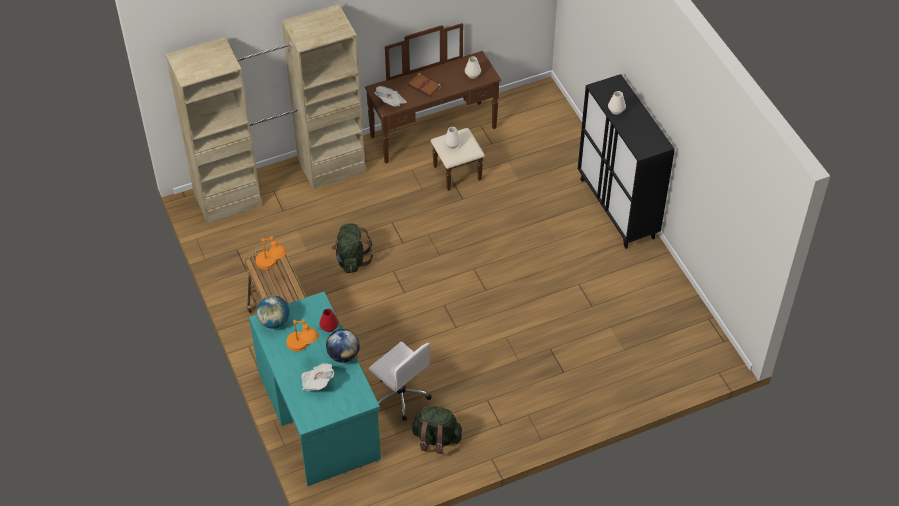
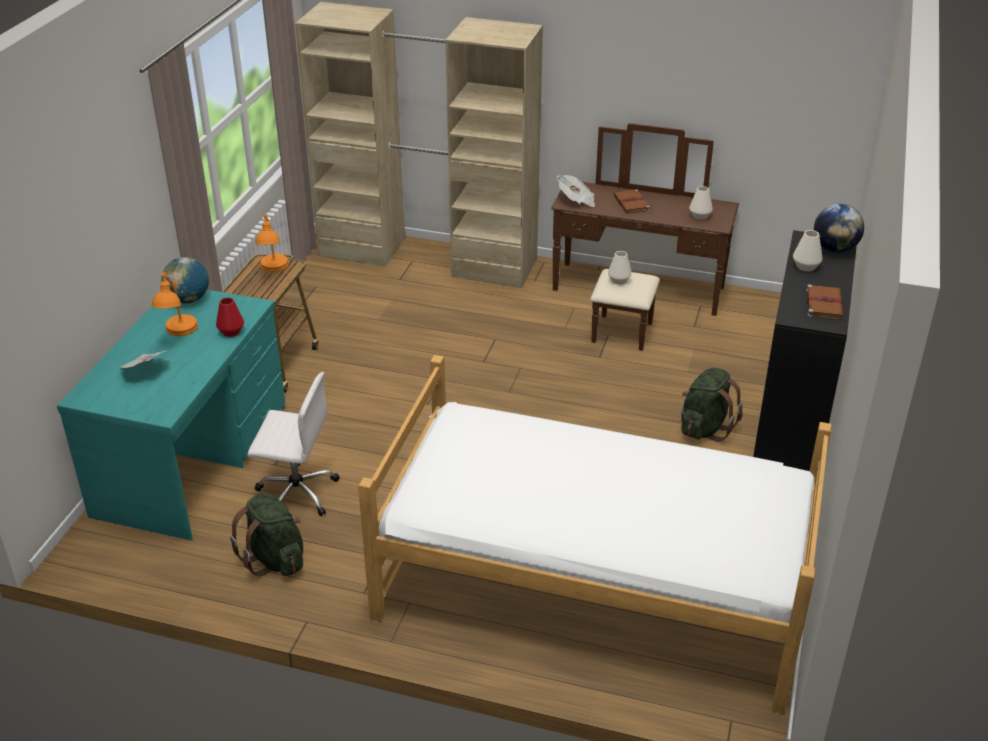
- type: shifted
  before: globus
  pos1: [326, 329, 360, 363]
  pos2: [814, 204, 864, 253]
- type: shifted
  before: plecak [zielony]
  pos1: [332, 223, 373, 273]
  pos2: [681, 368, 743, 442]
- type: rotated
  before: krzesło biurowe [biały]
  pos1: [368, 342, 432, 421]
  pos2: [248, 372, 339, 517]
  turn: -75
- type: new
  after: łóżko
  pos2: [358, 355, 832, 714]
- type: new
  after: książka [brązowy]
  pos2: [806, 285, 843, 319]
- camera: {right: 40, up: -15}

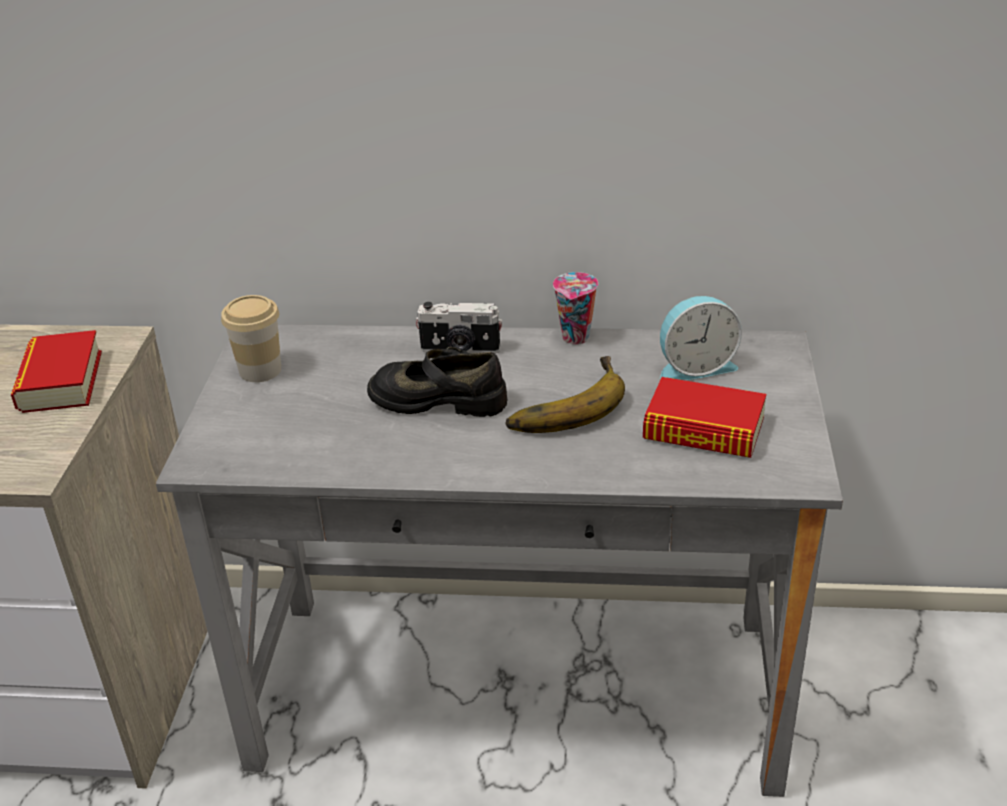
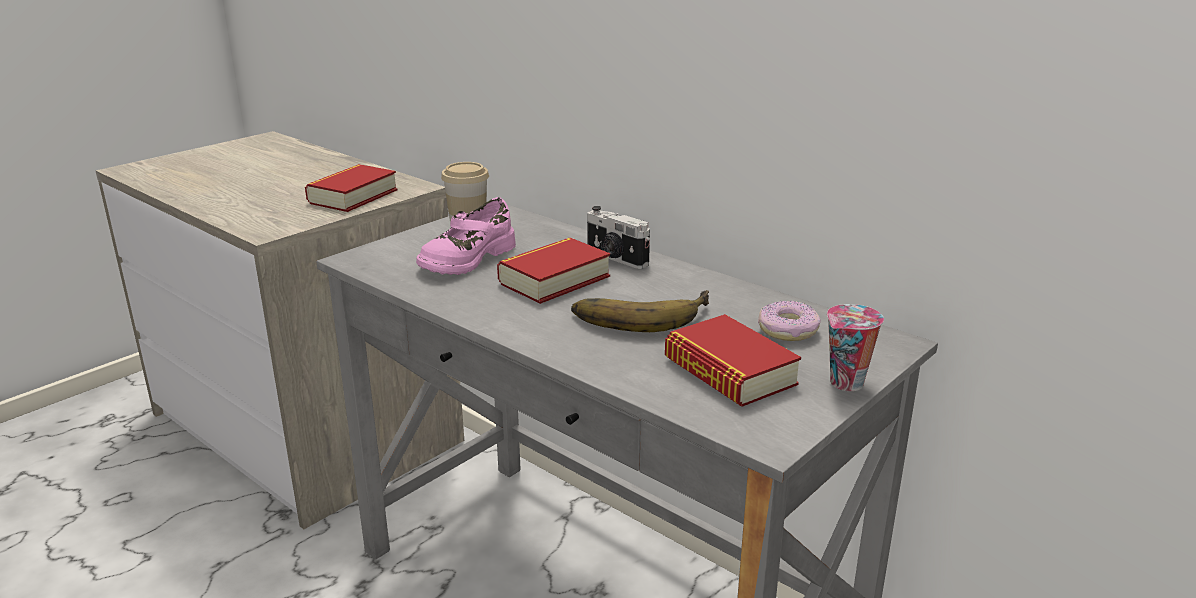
- type: swapped
  before: but [czarny]
  after: książka
  pos1: [367, 347, 507, 417]
  pos2: [497, 238, 610, 304]
- type: shifted
  before: filiżanka
  pos1: [553, 272, 598, 345]
  pos2: [827, 304, 884, 391]
- type: swapped
  before: budzik
  after: donut
  pos1: [660, 296, 742, 380]
  pos2: [758, 301, 821, 341]
- type: new
  after: but [różowy]
  pos2: [416, 197, 516, 275]
- camera: {right: 35, up: -10}

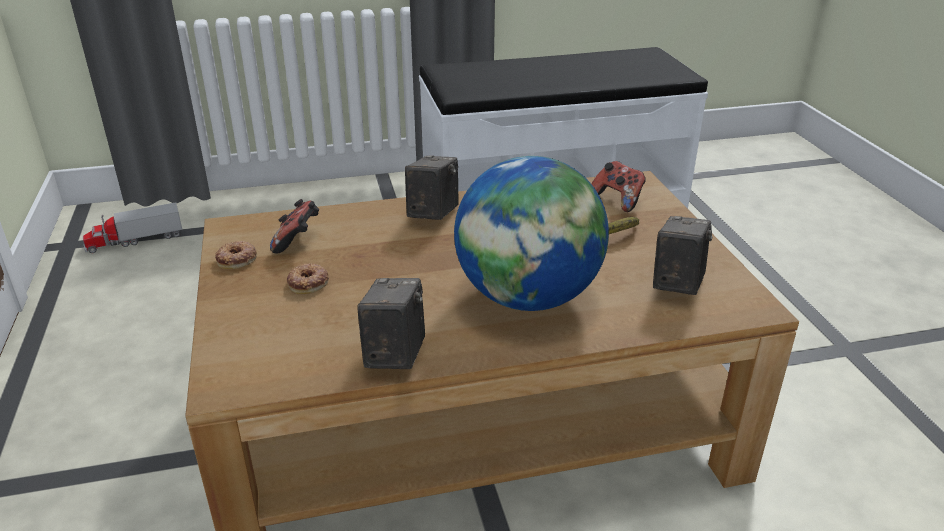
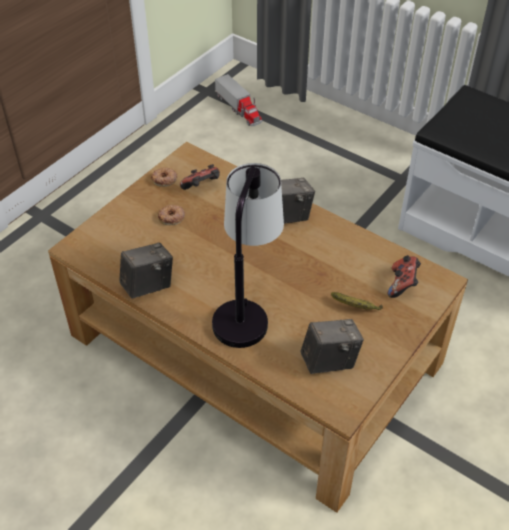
- type: rotated
  before: ciężarówka zabawkowa
  pos1: [83, 202, 182, 253]
  pos2: [215, 74, 262, 126]
  turn: -150
- type: swapped
  before: globus
  after: lampa stołowa
  pos1: [454, 156, 609, 311]
  pos2: [212, 163, 284, 348]
- camera: {right: 50, up: 15}

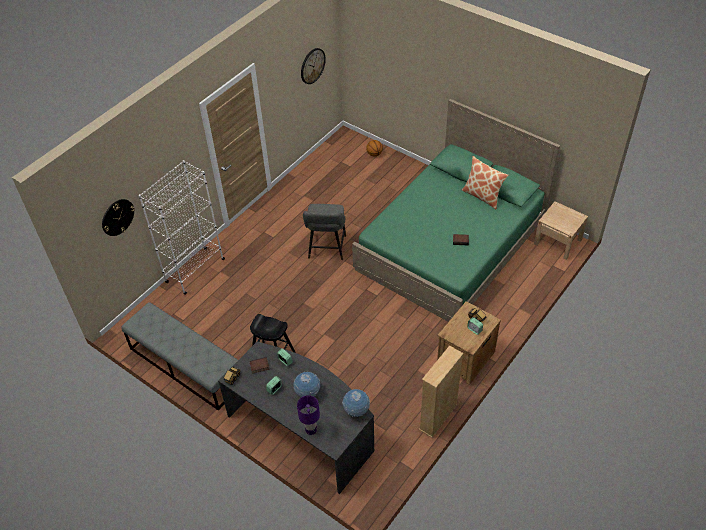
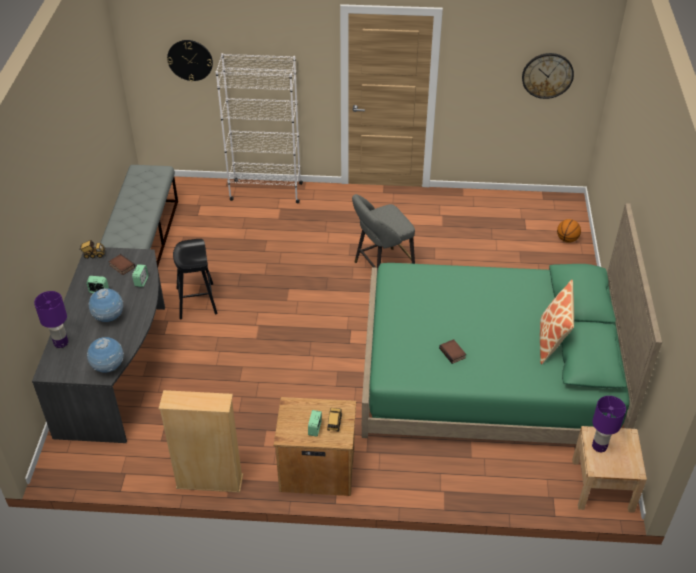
- type: new
  after: lampa stołowa [fioletowy]
  pos2: [592, 396, 626, 452]
- camera: {right: 55, up: -5}

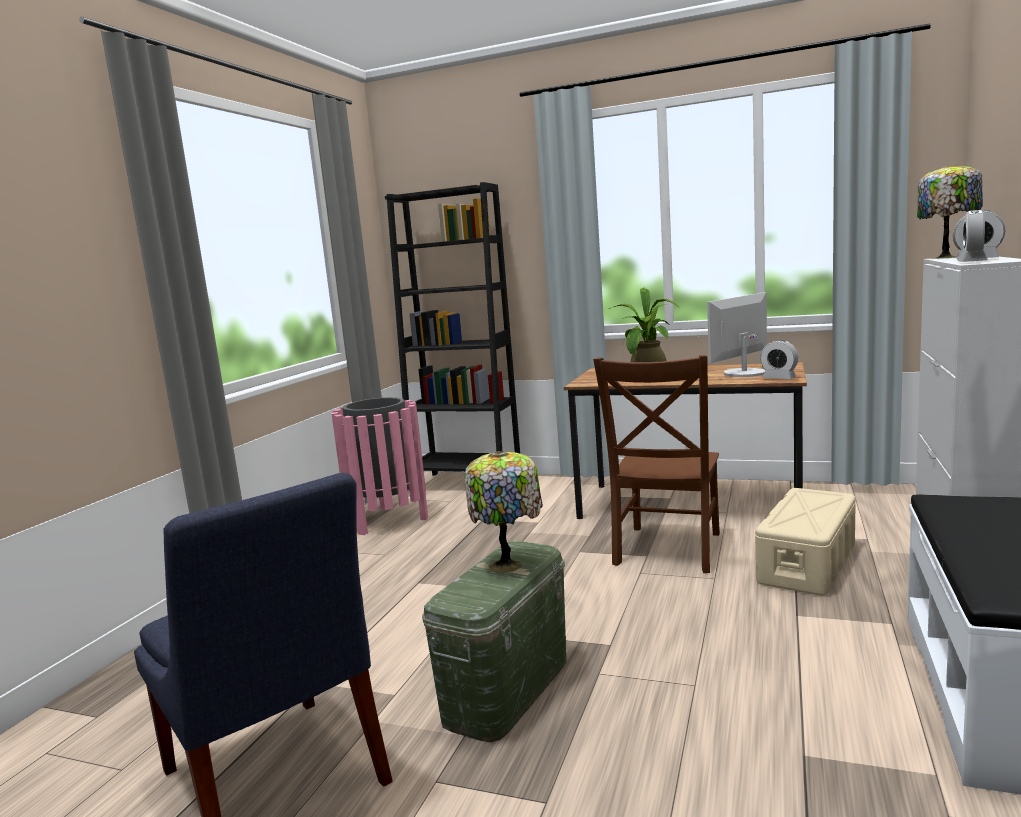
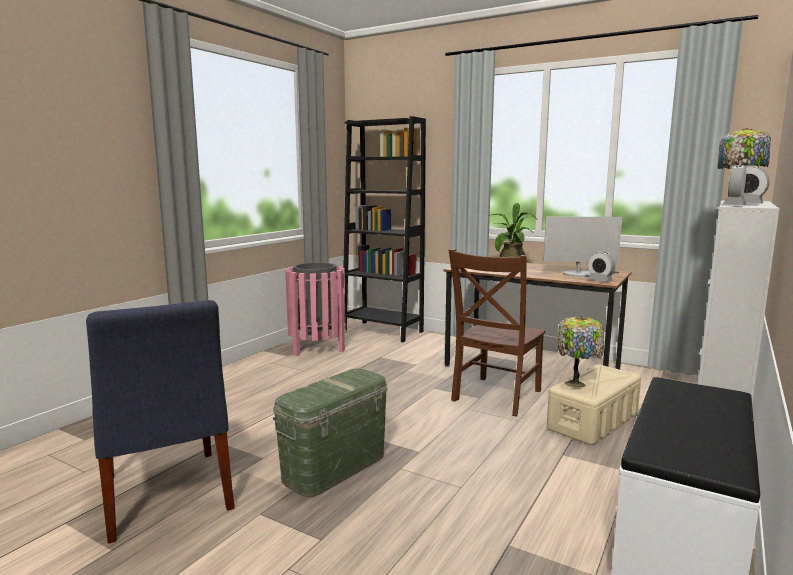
- type: shifted
  before: lampa stołowa
  pos1: [464, 451, 543, 573]
  pos2: [558, 316, 604, 388]
- type: rotated
  before: monitor
  pos1: [707, 292, 767, 377]
  pos2: [543, 217, 622, 277]
  turn: -150
- camera: {right: 10, up: 0}

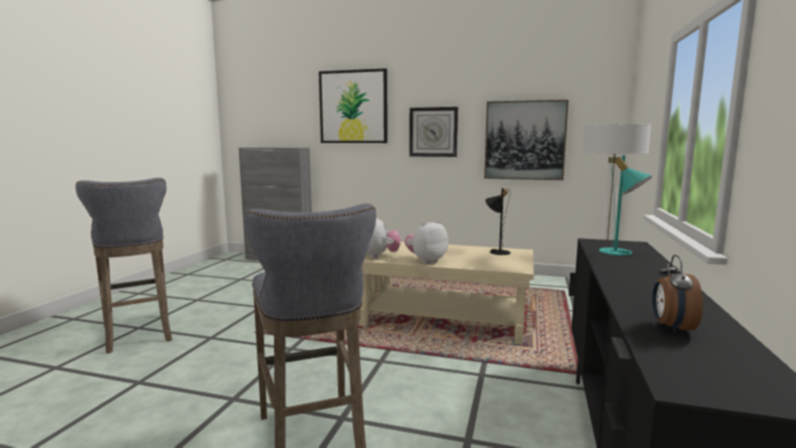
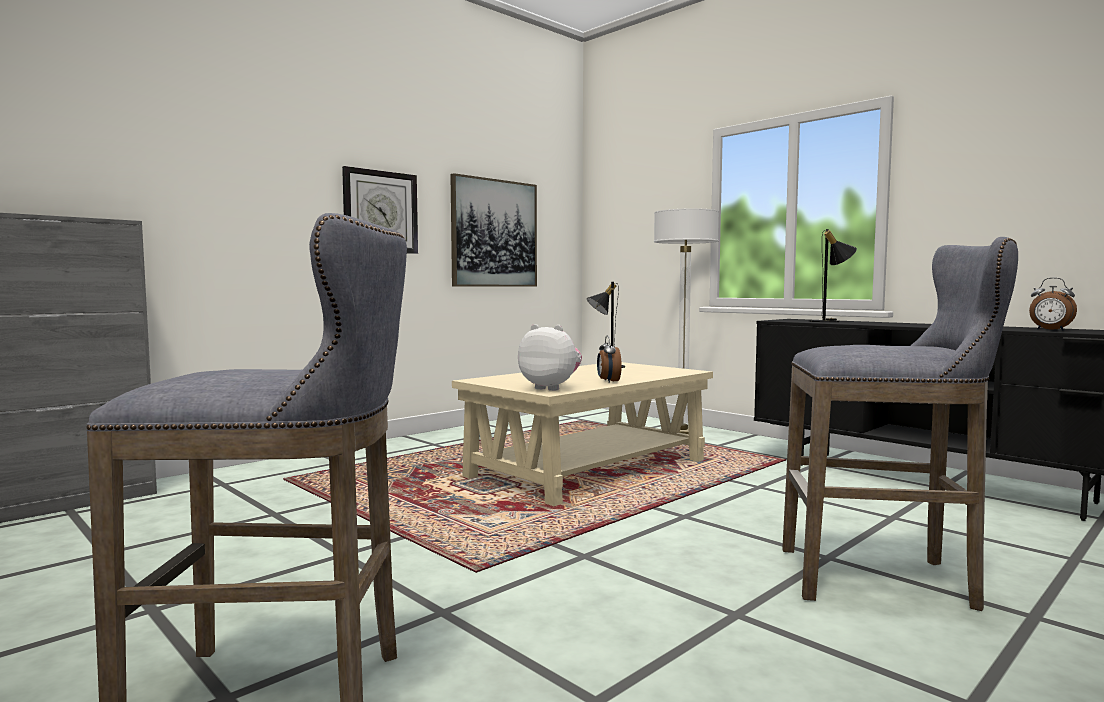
- type: gone
  before: obraz
  pos1: [319, 68, 388, 143]
- type: swapped
  before: pluszak
  after: budzik
  pos1: [405, 220, 448, 264]
  pos2: [597, 335, 622, 383]
- type: repainted
  before: lampa stołowa [turkusowy]
  after: lampa stołowa [czarny]
  pos1: [599, 155, 652, 256]
  pos2: [809, 229, 857, 322]
- camera: {right: -60, up: -5}

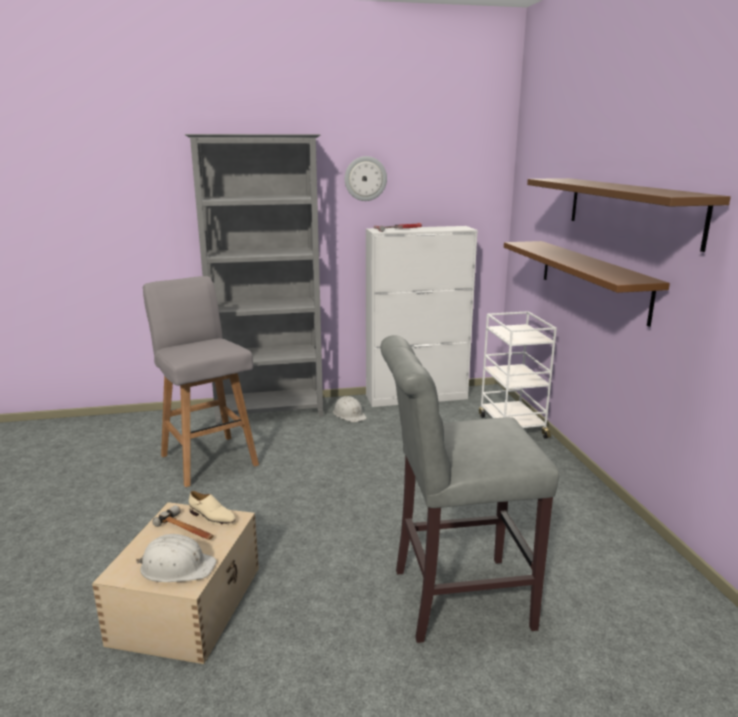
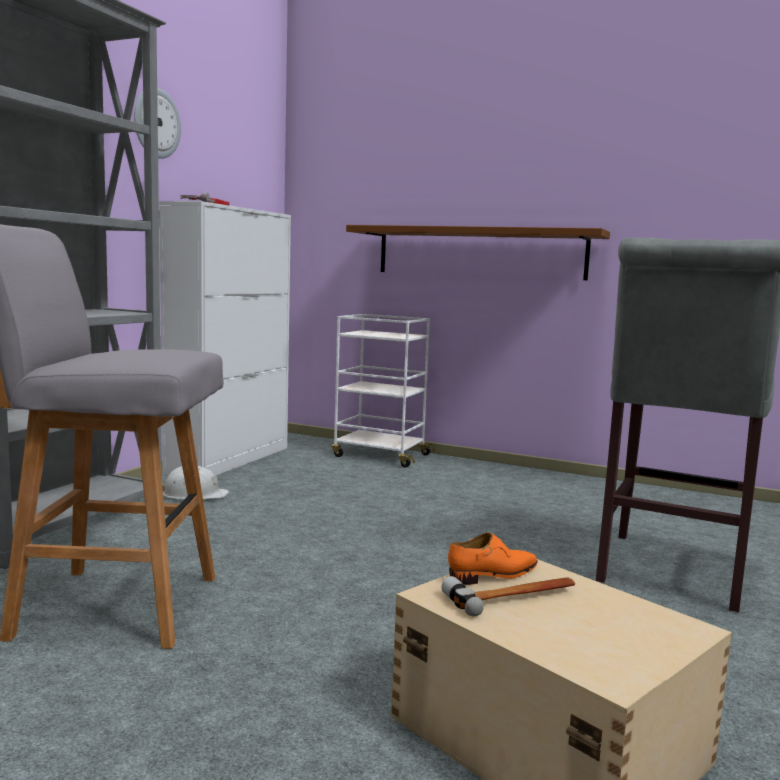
- type: gone
  before: kask [biały]
  pos1: [136, 534, 217, 582]
- type: repainted
  before: but [beżowy]
  after: but [pomarańczowy]
  pos1: [189, 491, 236, 525]
  pos2: [448, 532, 538, 585]
- type: gone
  before: półka [brązowy]
  pos1: [527, 178, 731, 252]
- camera: {right: -55, up: -10}

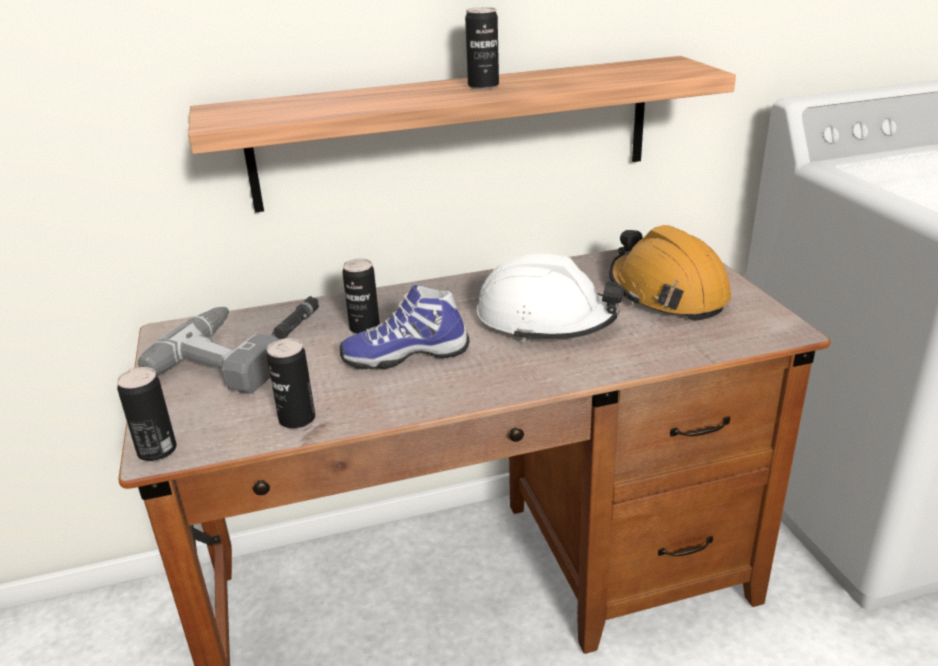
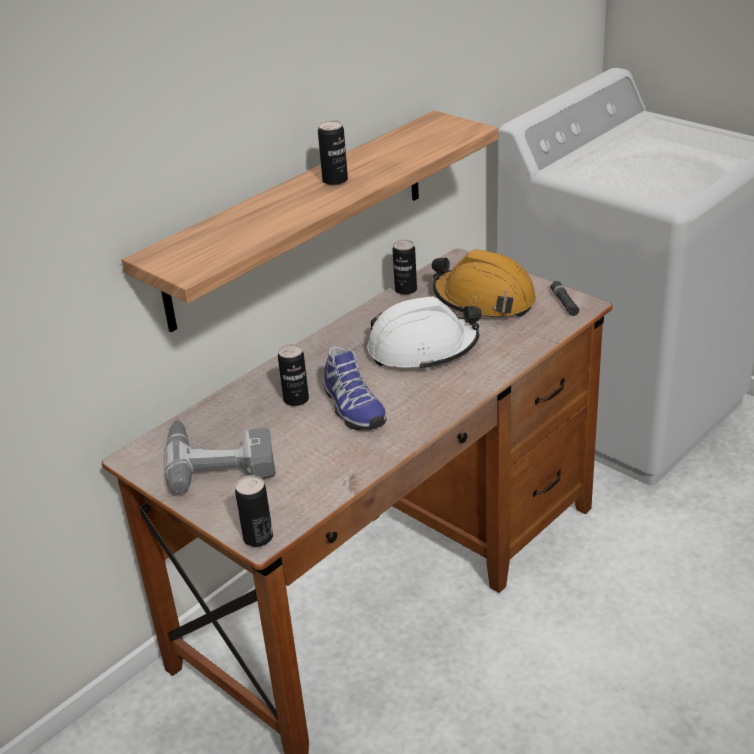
- type: shifted
  before: puszka
  pos1: [267, 338, 315, 429]
  pos2: [392, 240, 417, 295]
- type: shifted
  before: latarka [czarny]
  pos1: [272, 296, 319, 339]
  pos2: [550, 281, 579, 316]
- type: rotated
  before: but
  pos1: [340, 285, 469, 370]
  pos2: [324, 347, 386, 431]
  turn: -75
- camera: {right: -30, up: 5}

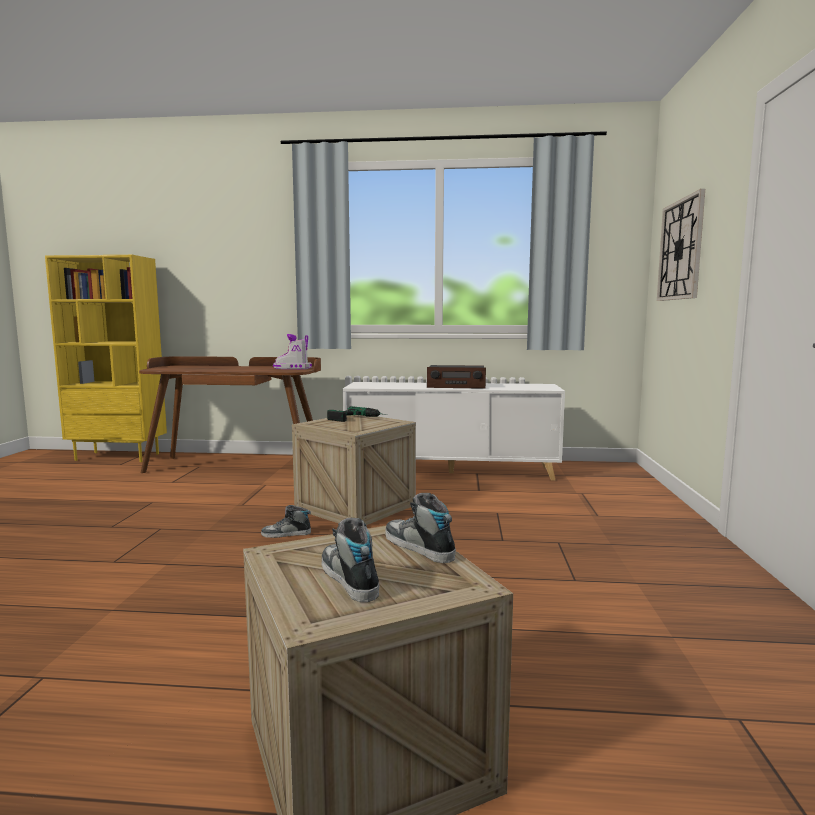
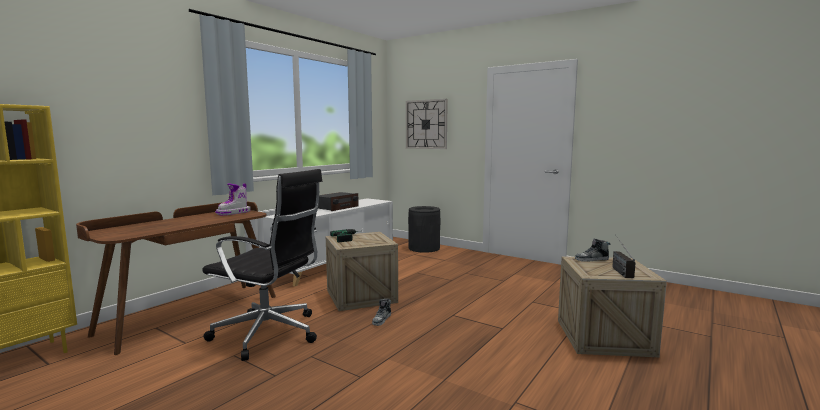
- type: swapped
  before: but
  after: radio
  pos1: [322, 518, 379, 602]
  pos2: [612, 236, 636, 278]
- type: new
  after: krzesło biurowe [czarny]
  pos2: [202, 169, 322, 361]
- type: new
  after: kosz na śmieci [czarny]
  pos2: [408, 206, 440, 253]
- camera: {right: -60, up: 0}

